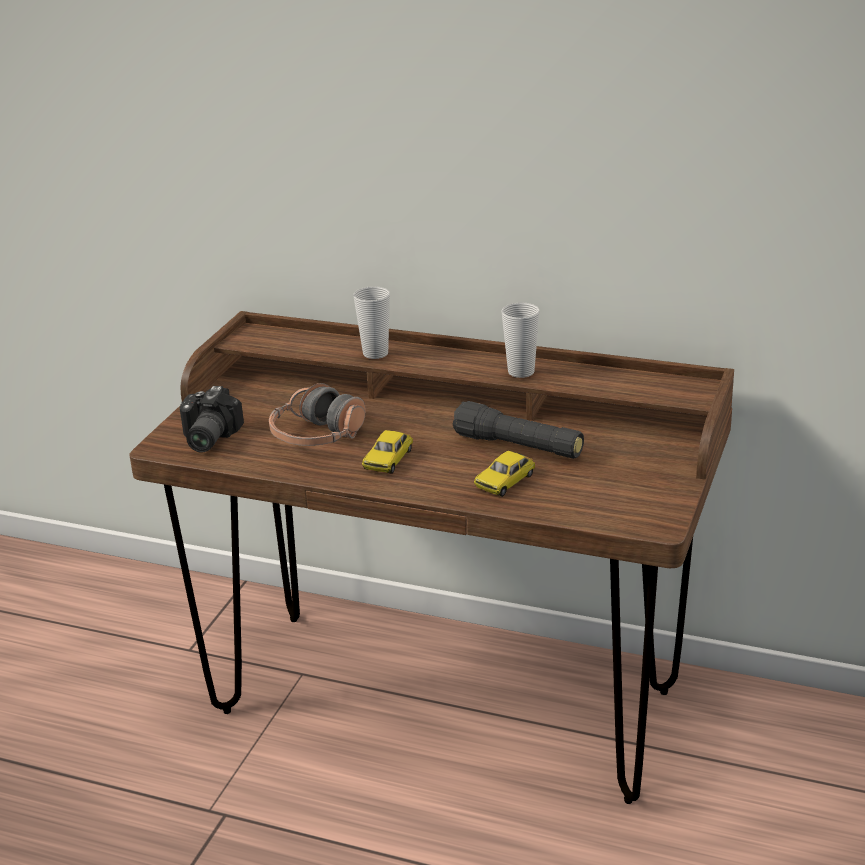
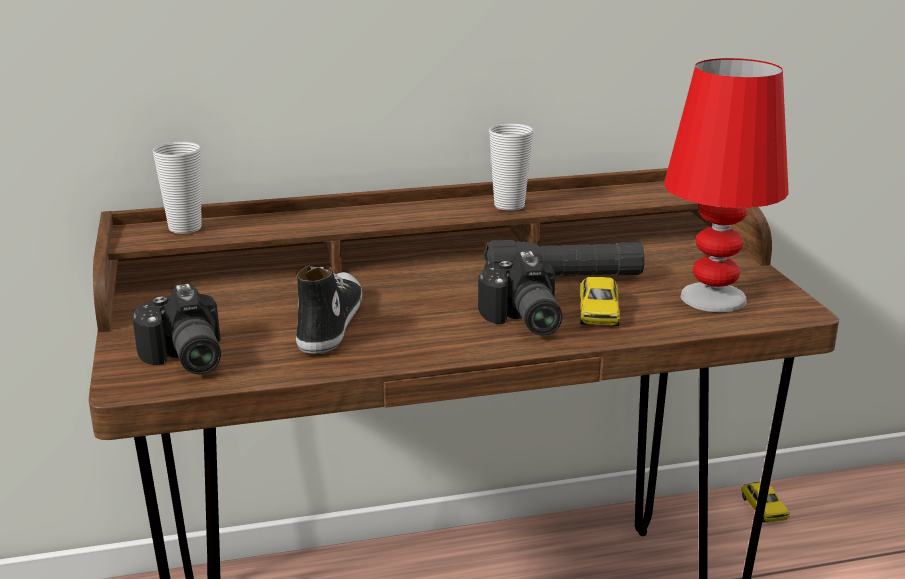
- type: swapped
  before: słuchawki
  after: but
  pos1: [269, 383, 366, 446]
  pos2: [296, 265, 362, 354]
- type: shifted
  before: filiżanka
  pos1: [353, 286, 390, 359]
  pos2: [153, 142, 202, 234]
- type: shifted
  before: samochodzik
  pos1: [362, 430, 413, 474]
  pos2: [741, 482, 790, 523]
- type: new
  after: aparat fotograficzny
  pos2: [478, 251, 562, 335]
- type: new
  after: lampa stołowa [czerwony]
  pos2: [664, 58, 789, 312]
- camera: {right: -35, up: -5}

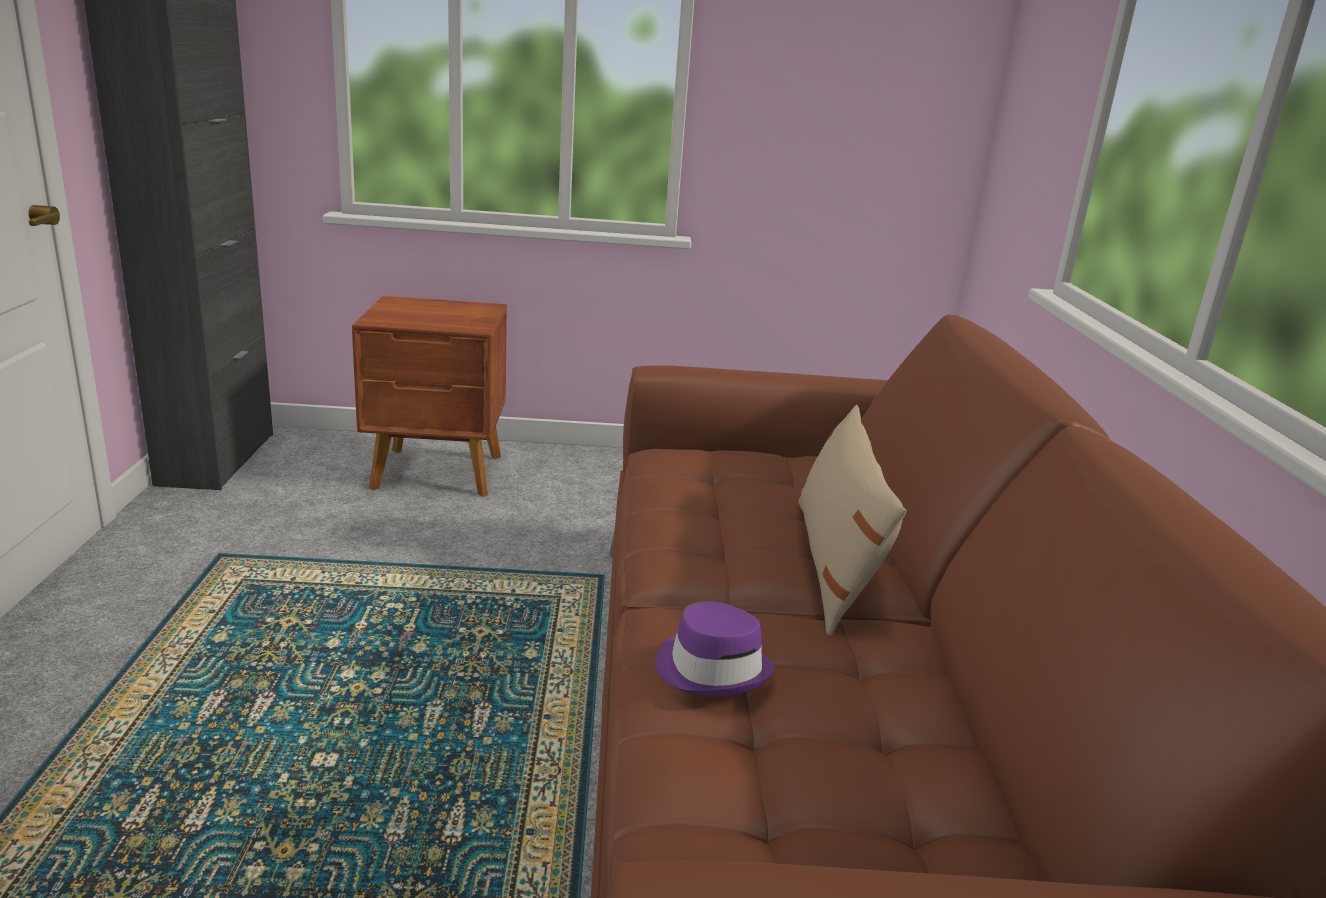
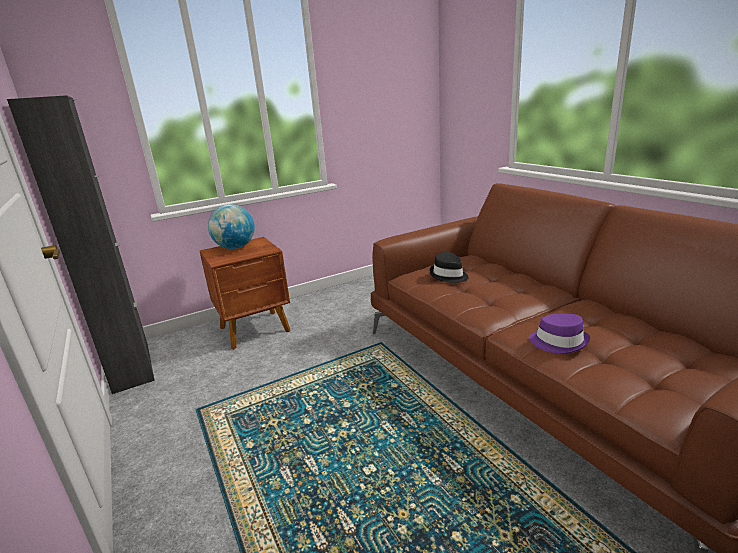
- type: gone
  before: poduszka [beżowy]
  pos1: [798, 405, 906, 636]
- type: new
  after: globus
  pos2: [208, 204, 255, 249]
- type: new
  after: kapelusz [czarny]
  pos2: [430, 252, 469, 283]
- camera: {right: -25, up: 0}

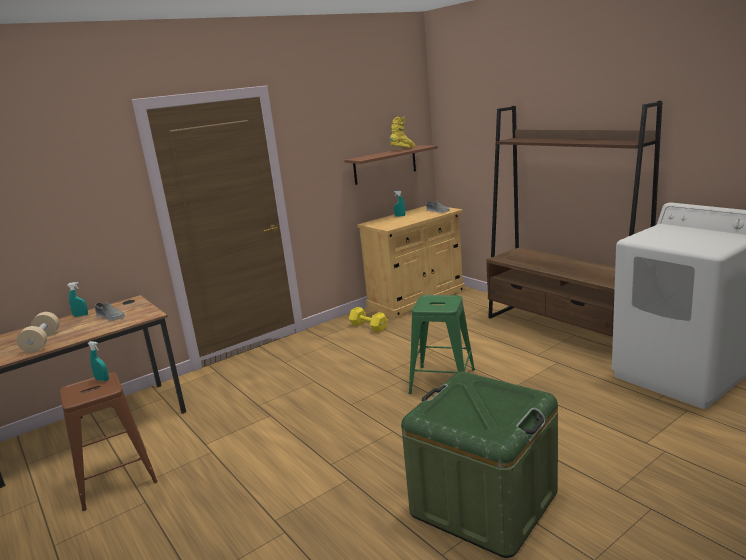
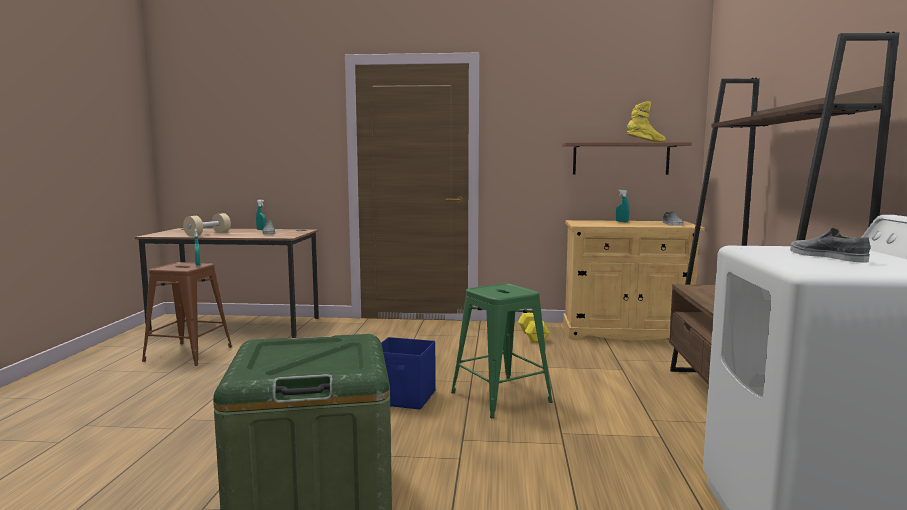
- type: new
  after: pojemnik do przechowywania [niebieski]
  pos2: [381, 337, 436, 410]
- type: new
  after: but [szary]
  pos2: [790, 228, 871, 263]
- camera: {right: 40, up: -10}

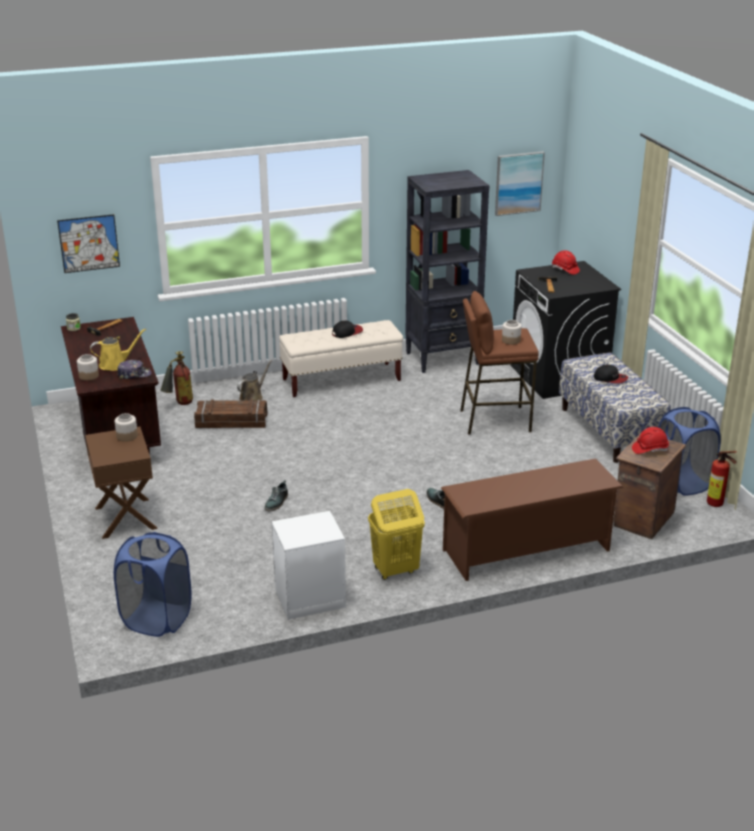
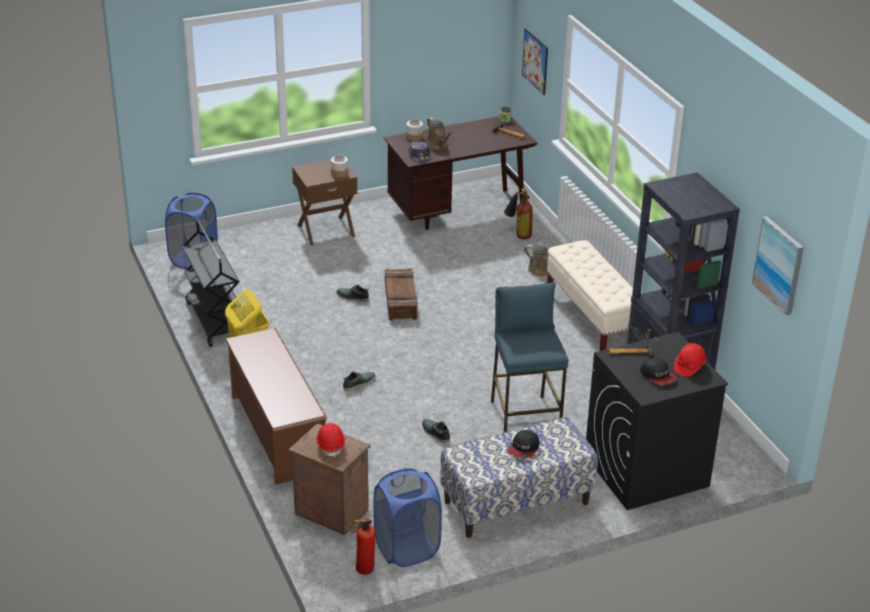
- type: repainted
  before: konewka [żółty]
  after: konewka [brązowy]
  pos1: [90, 329, 146, 371]
  pos2: [426, 118, 453, 150]
- type: shifted
  before: skrzynka
  pos1: [194, 399, 268, 428]
  pos2: [385, 268, 417, 320]
- type: swapped
  before: szafka nocna [biały]
  after: wózek [czarny]
  pos1: [272, 511, 346, 620]
  pos2: [182, 220, 243, 347]
- type: shifted
  before: czapka z daszkiem
  pos1: [332, 321, 363, 338]
  pos2: [640, 358, 677, 385]
- type: repainted
  before: stołek [brązowy]
  after: stołek [niebieski]
  pos1: [460, 291, 539, 435]
  pos2: [491, 282, 569, 432]
- type: gone
  before: słoik
  pos1: [502, 320, 521, 345]
- type: new
  after: but
  pos2: [422, 419, 450, 443]
- camera: {right: 85, up: 5}

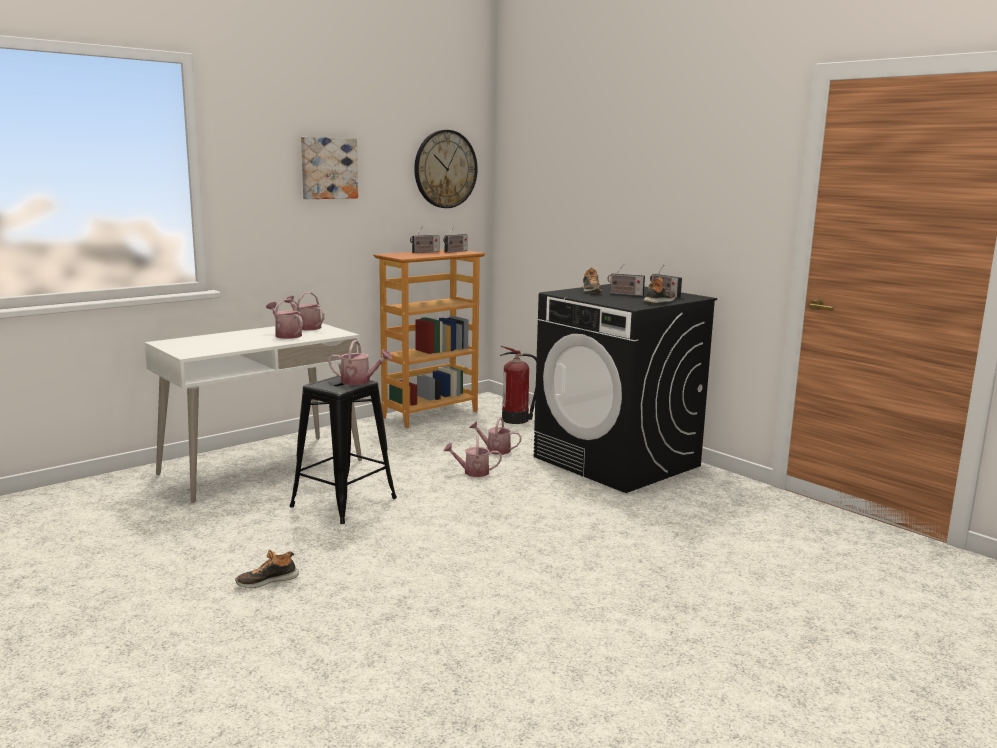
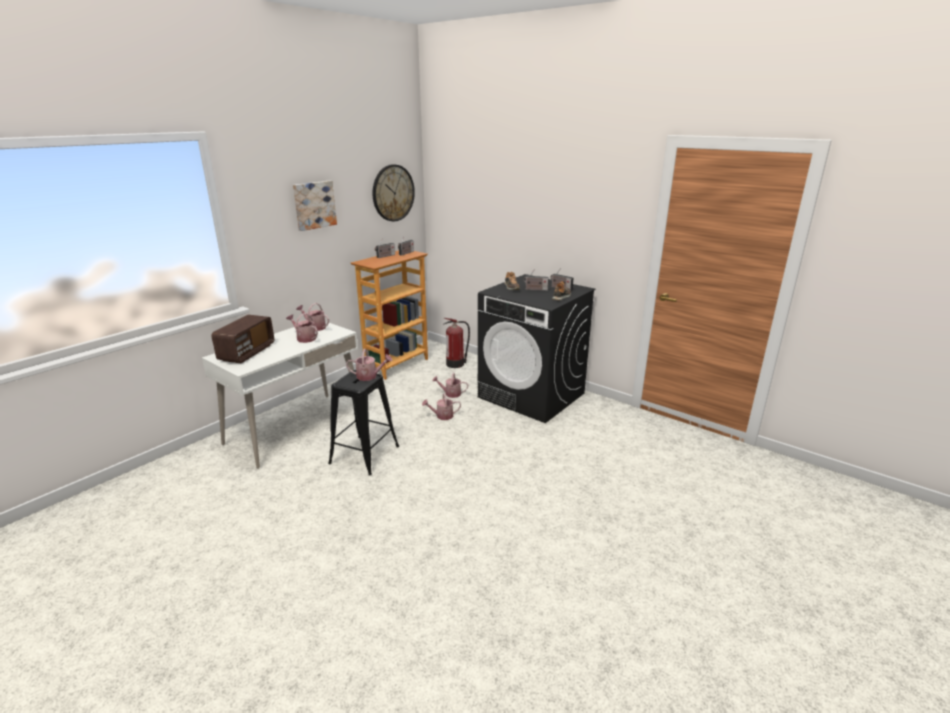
- type: gone
  before: but
  pos1: [235, 550, 299, 588]
- type: new
  after: radio
  pos2: [212, 315, 274, 363]
- camera: {right: -10, up: 10}

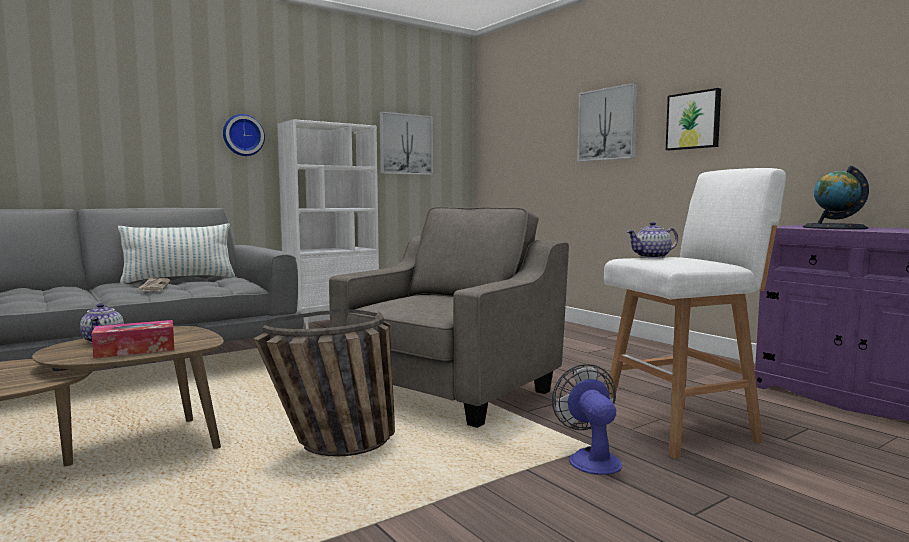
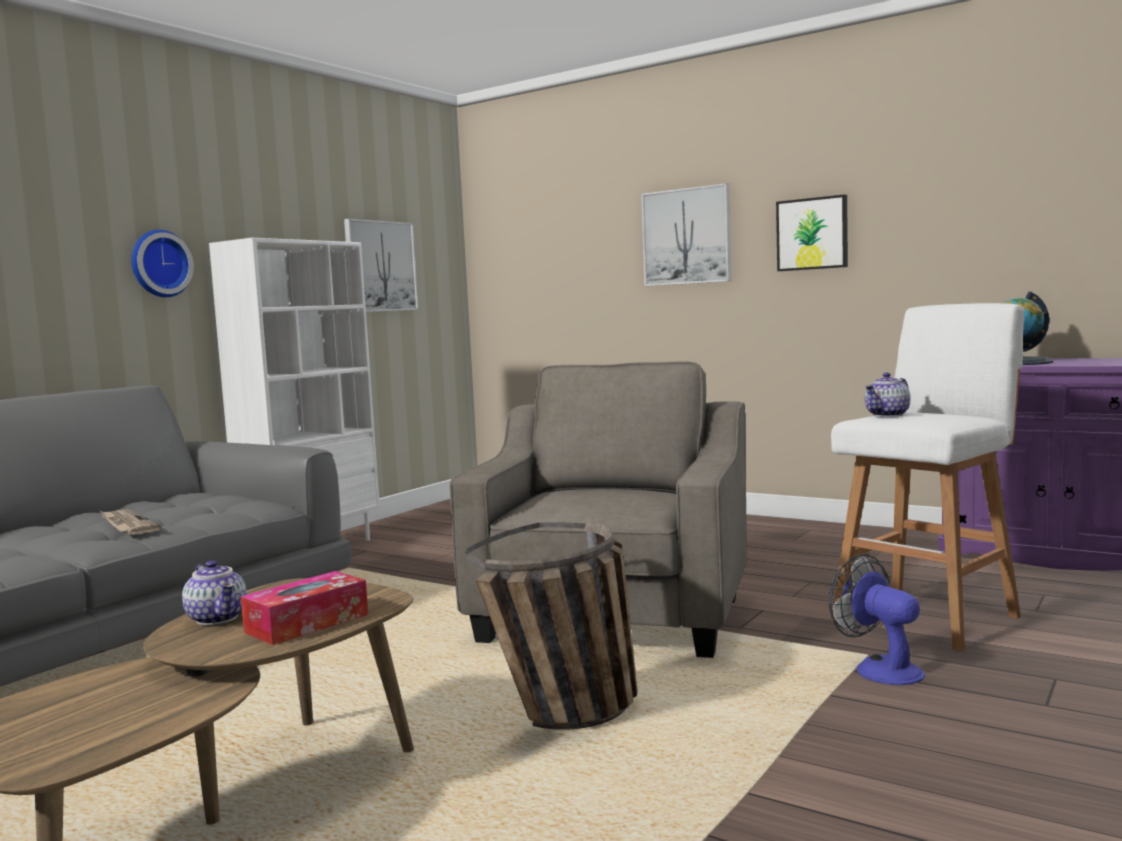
- type: gone
  before: poduszka
  pos1: [118, 224, 235, 284]
- camera: {right: -20, up: 0}

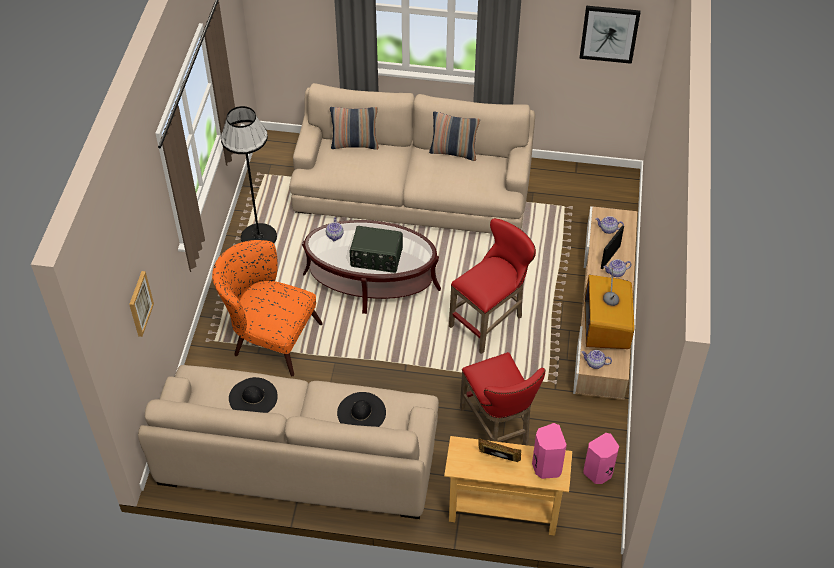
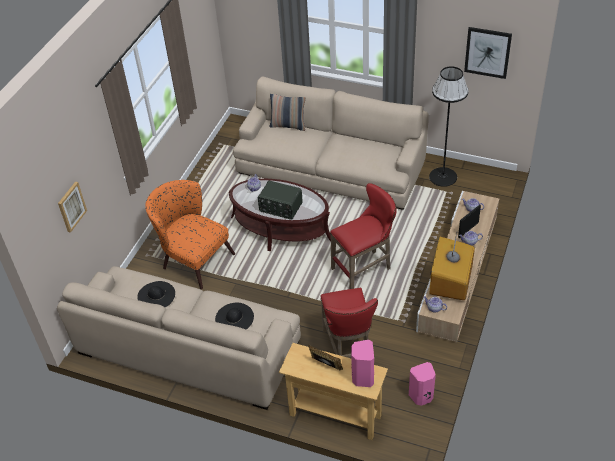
- type: shifted
  before: lampa stojąca [czarny]
  pos1: [221, 106, 277, 243]
  pos2: [429, 66, 468, 187]
- type: gone
  before: poduszka
  pos1: [429, 111, 480, 161]
- camera: {right: 15, up: -5}

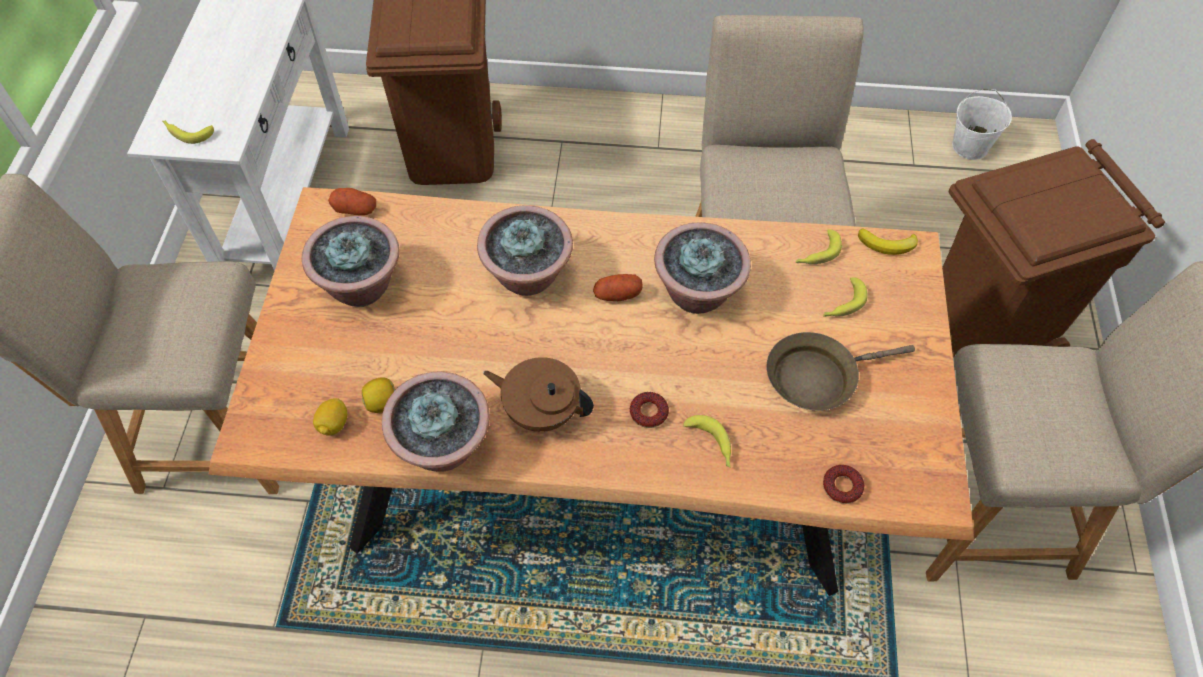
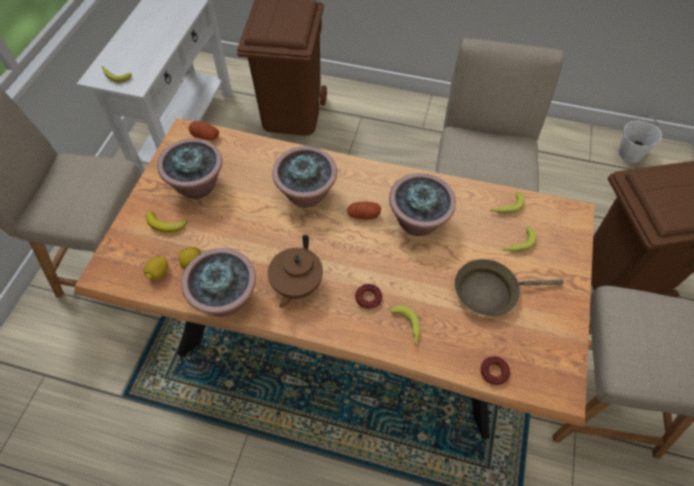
- type: rotated
  before: imbryk [brązowy]
  pos1: [483, 357, 594, 432]
  pos2: [268, 235, 323, 309]
  turn: -105
- type: shifted
  before: banan
  pos1: [858, 228, 918, 255]
  pos2: [146, 211, 188, 233]
- camera: {right: 10, up: 0}

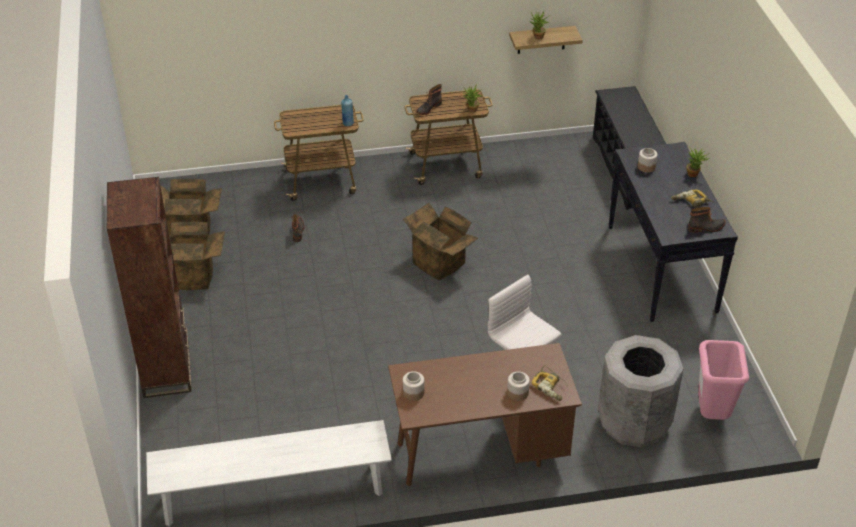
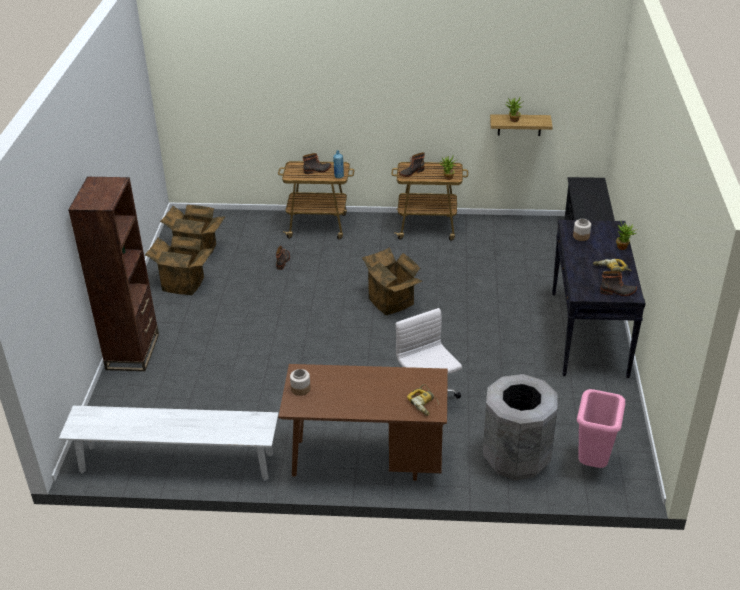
- type: gone
  before: słoik
  pos1: [507, 372, 530, 401]
- type: new
  after: but z cholewką
  pos2: [303, 153, 331, 174]
- camera: {right: 15, up: -5}

